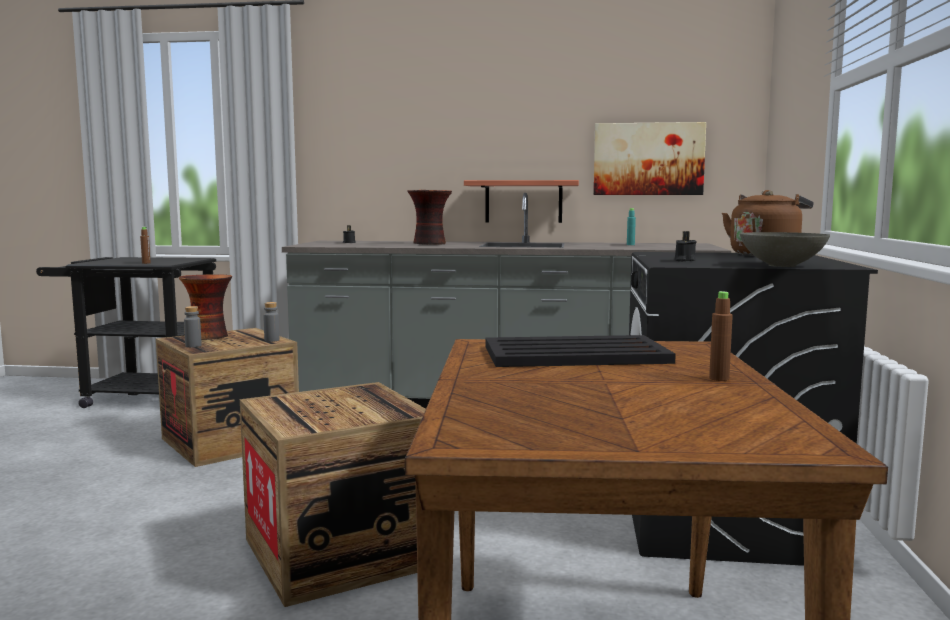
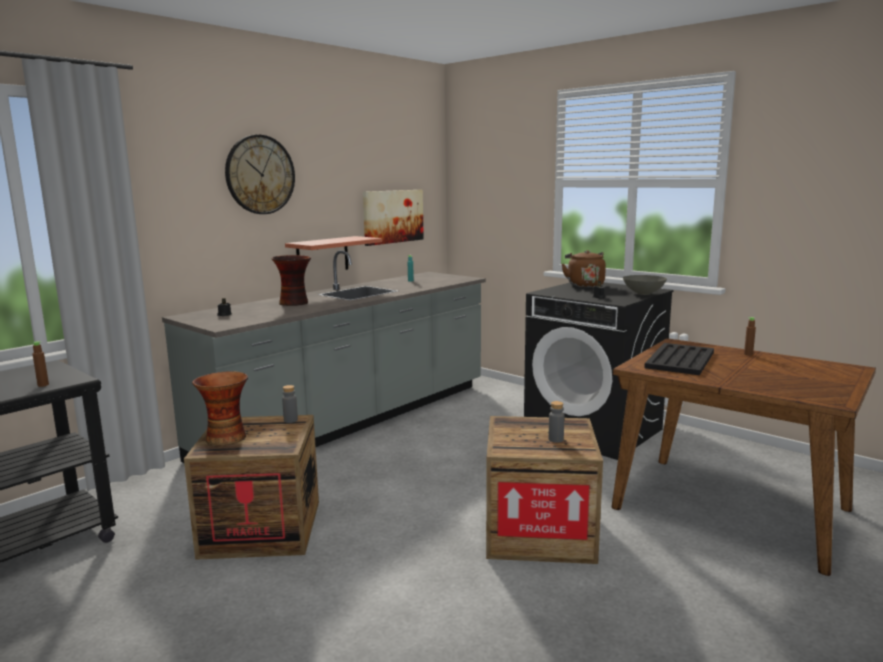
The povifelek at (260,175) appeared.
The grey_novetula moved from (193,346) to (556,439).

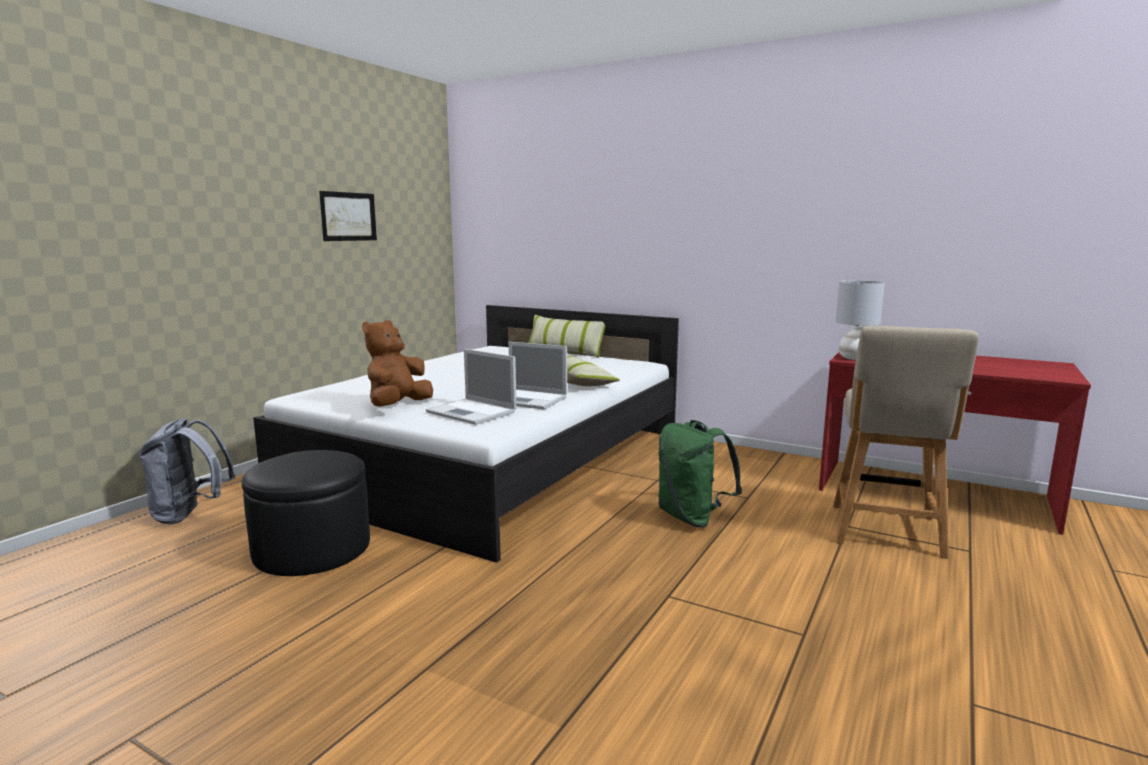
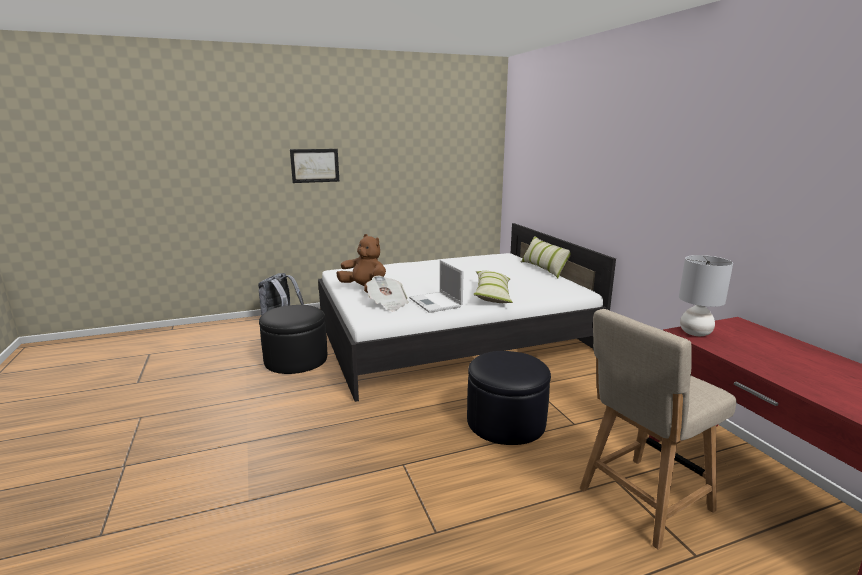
The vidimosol moved from (348,216) to (315,165).
The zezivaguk at (472,412) was replaced by the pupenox at (387,304).
The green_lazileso at (692,518) was replaced by the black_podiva at (506,422).
The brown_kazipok at (397,406) turned 60 degrees clockwise.

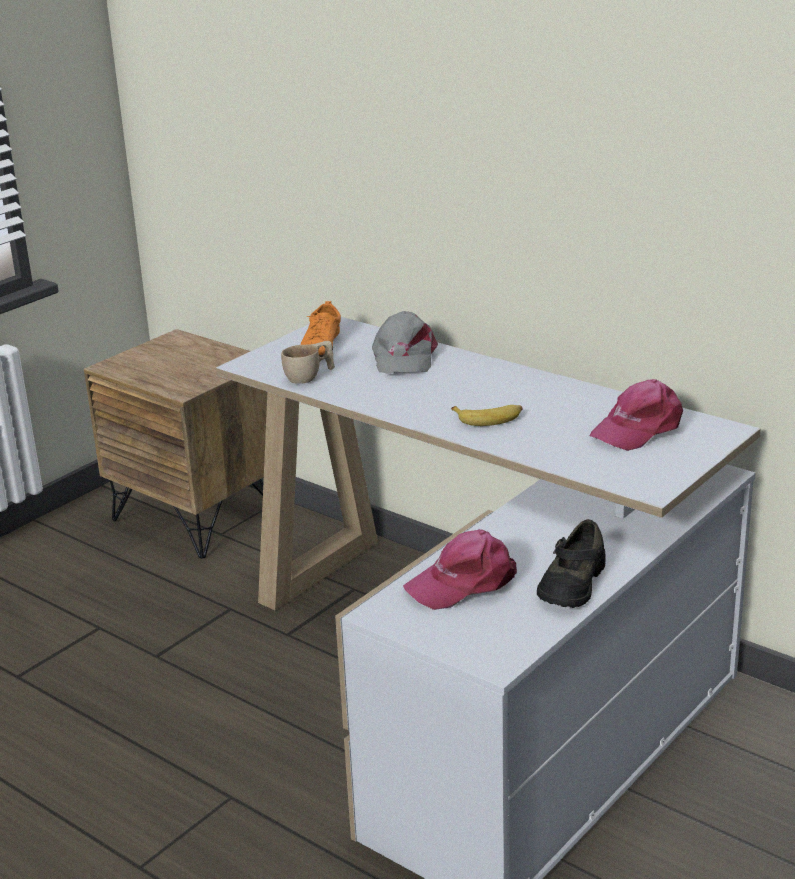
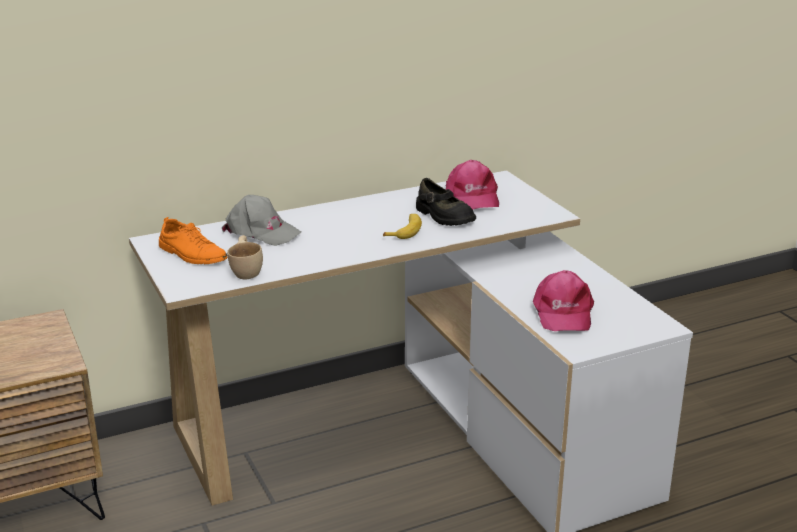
The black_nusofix moved from (571,583) to (443,216).

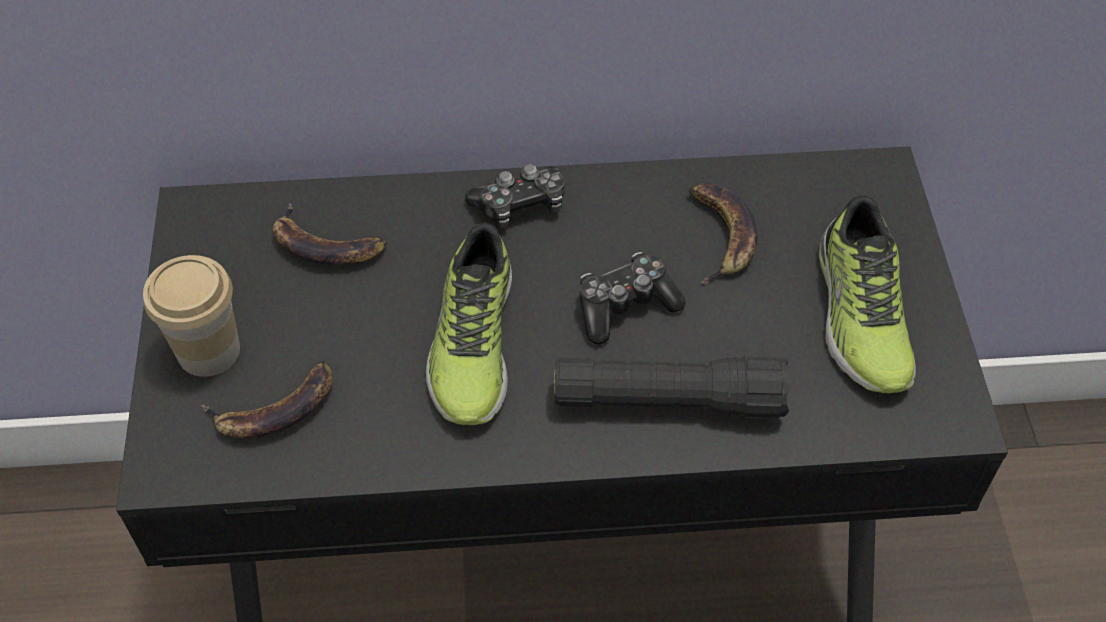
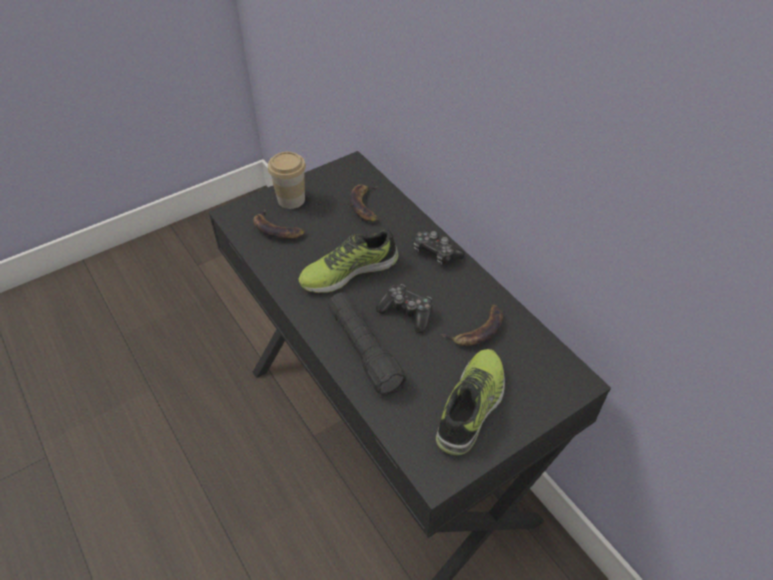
The nusofix at (859,315) turned 150 degrees clockwise.

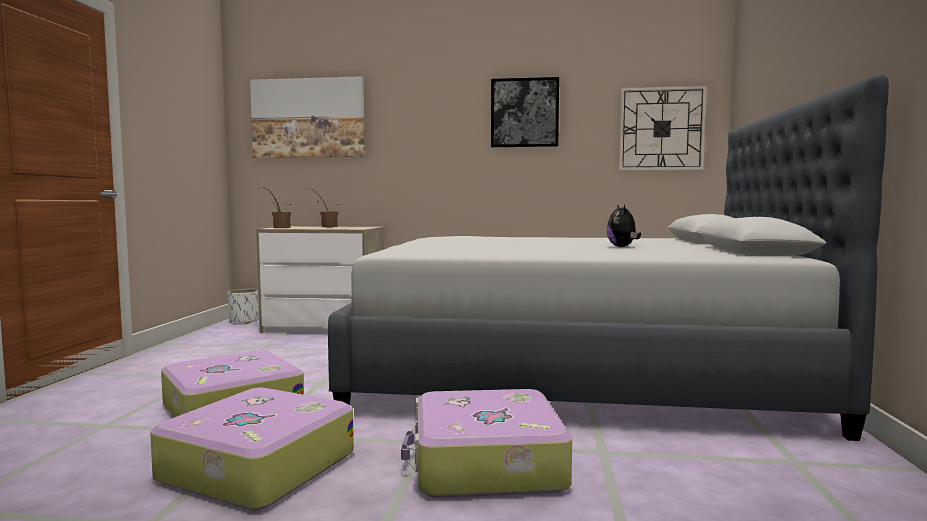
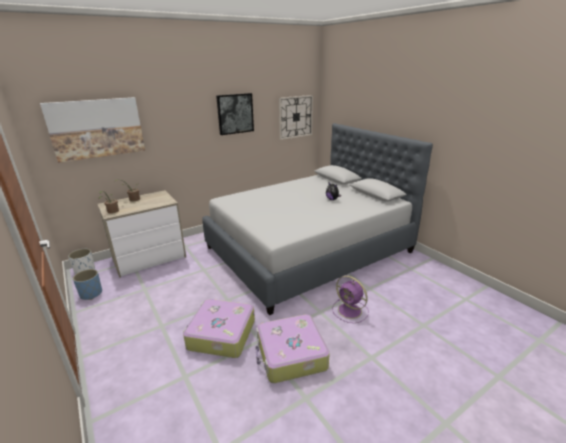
The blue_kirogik at (91,294) appeared.
The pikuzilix at (485,464) was replaced by the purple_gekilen at (350,311).

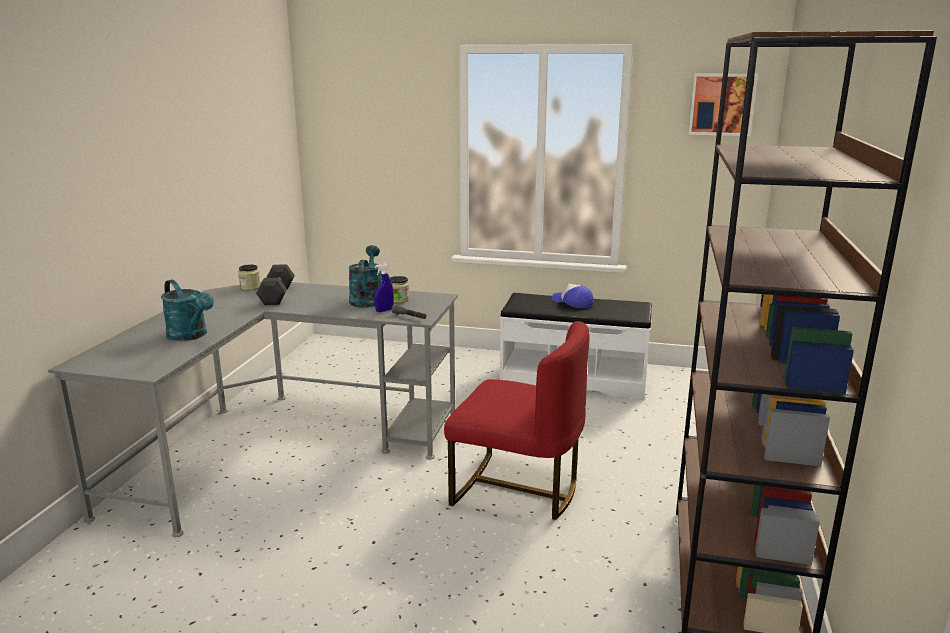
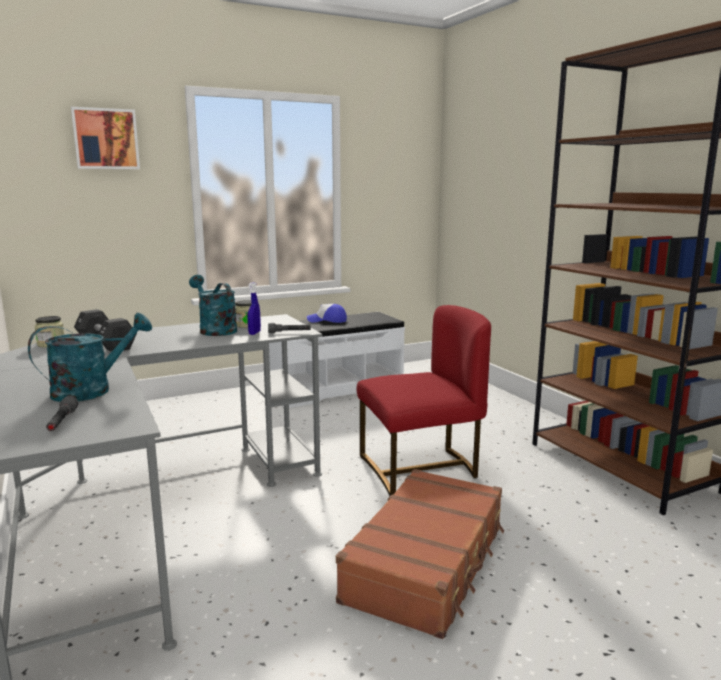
The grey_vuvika at (62,422) appeared.
The brown_pikuzilix at (427,563) appeared.
The vidimosol moved from (721,104) to (106,139).
The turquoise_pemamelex at (191,336) turned 45 degrees counterclockwise.

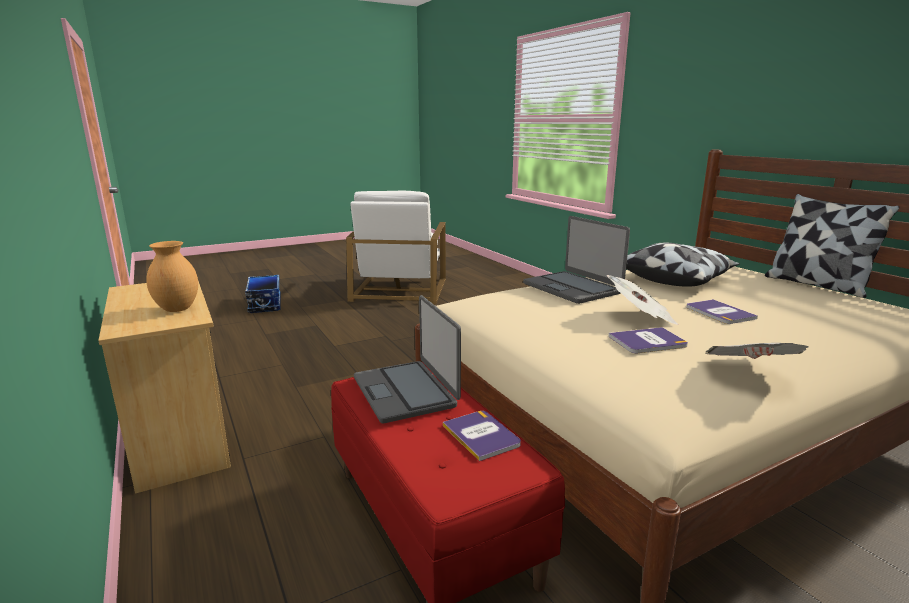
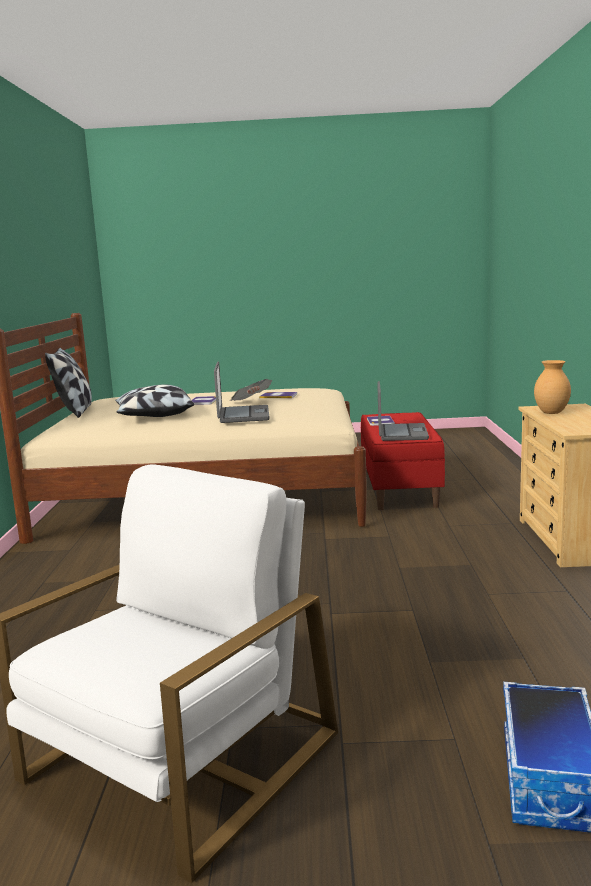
The pupenox at (748,372) disappeared.

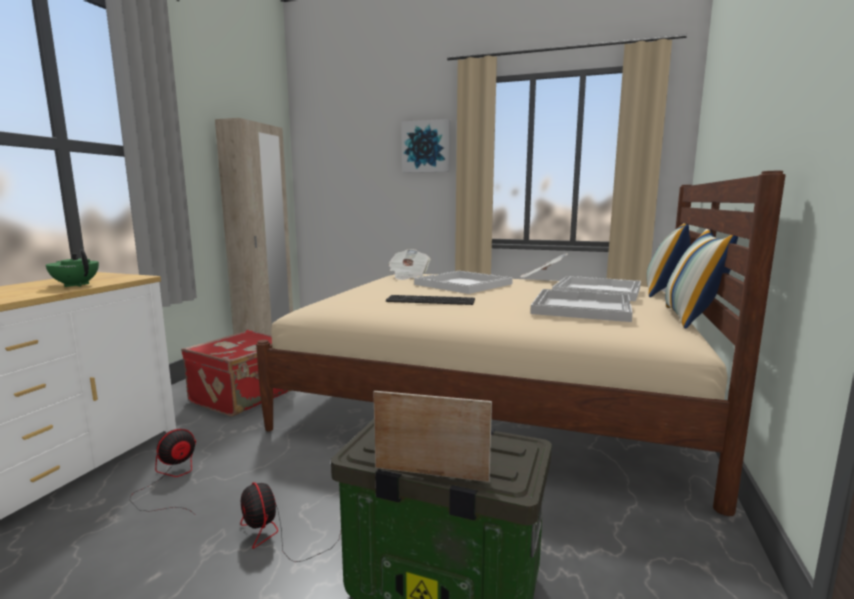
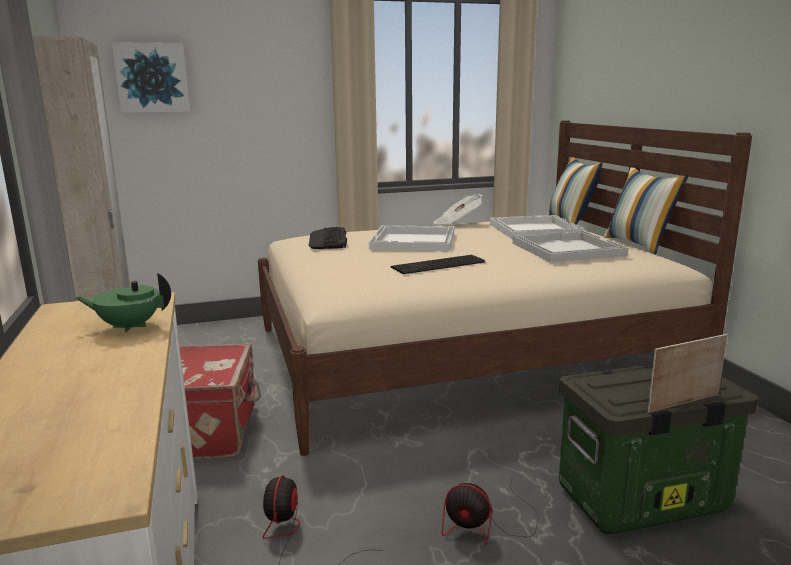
The vidimosol moved from (426,146) to (152,78).
The pupenox at (408,276) was replaced by the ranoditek at (328,240).

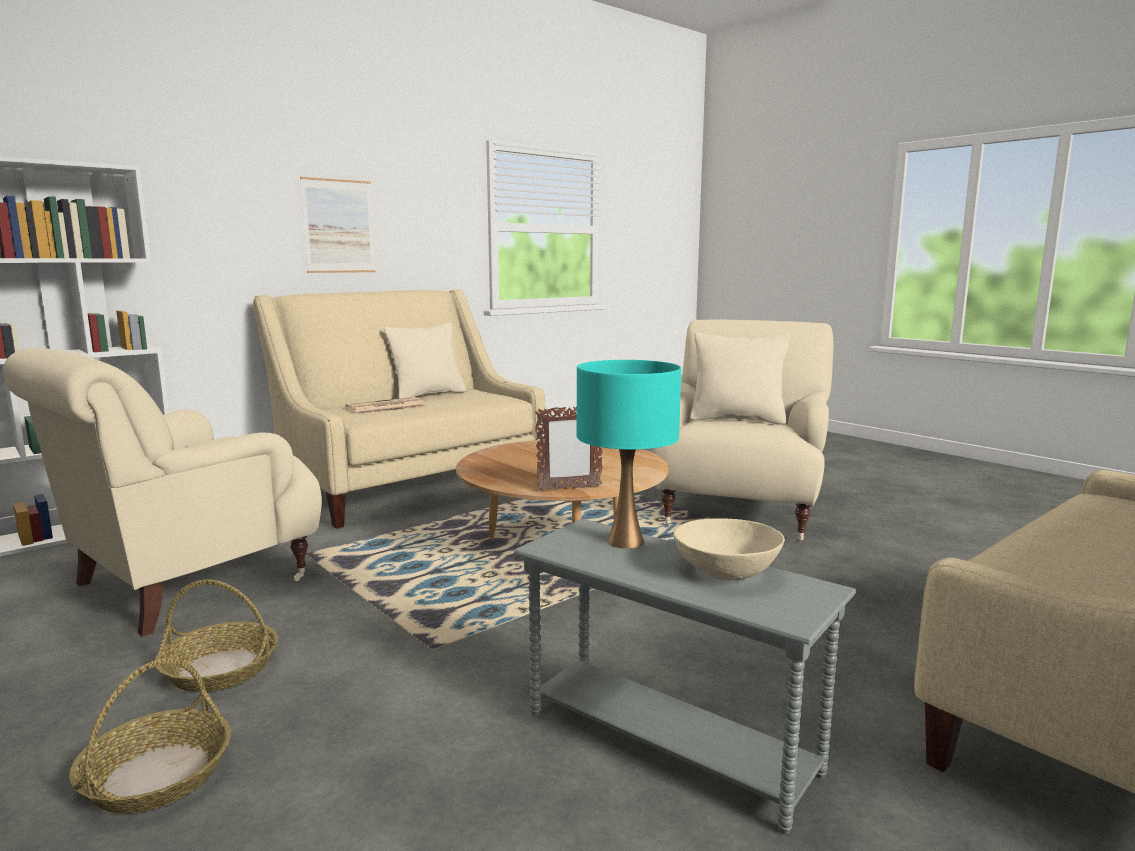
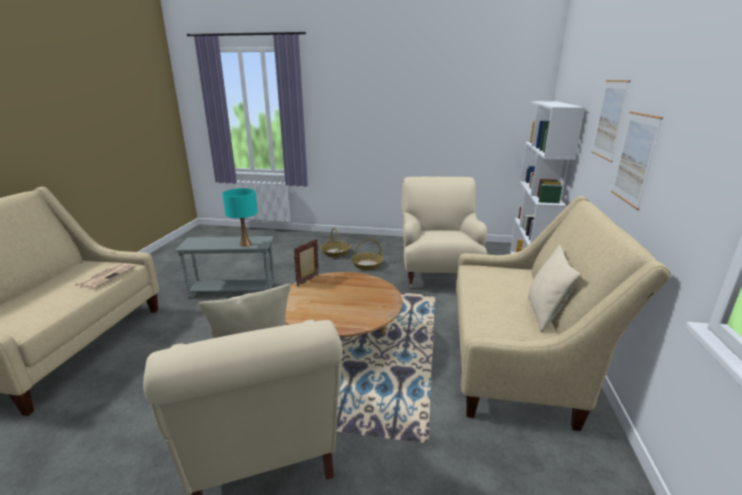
The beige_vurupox at (728,571) disappeared.
The vidimosol at (609,119) appeared.
The pupenox moved from (385,407) to (107,276).

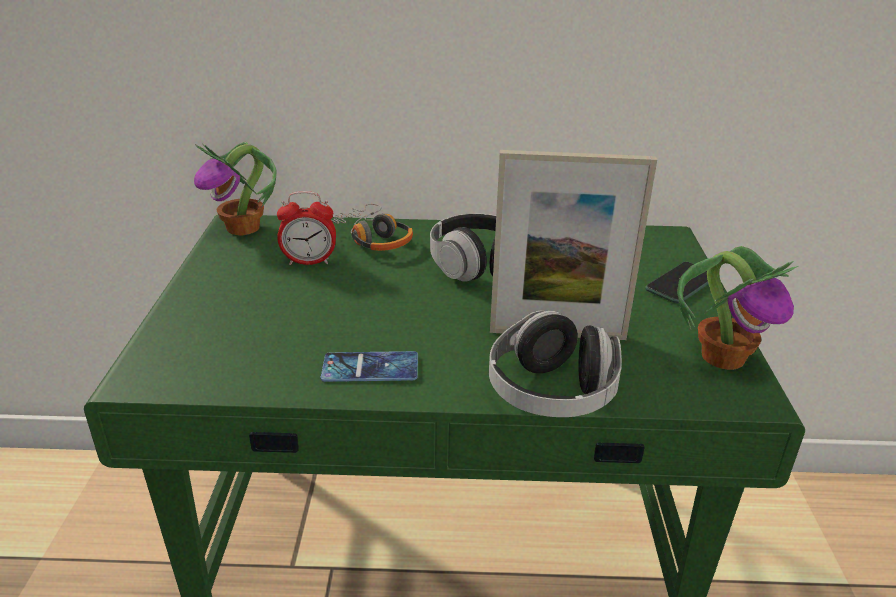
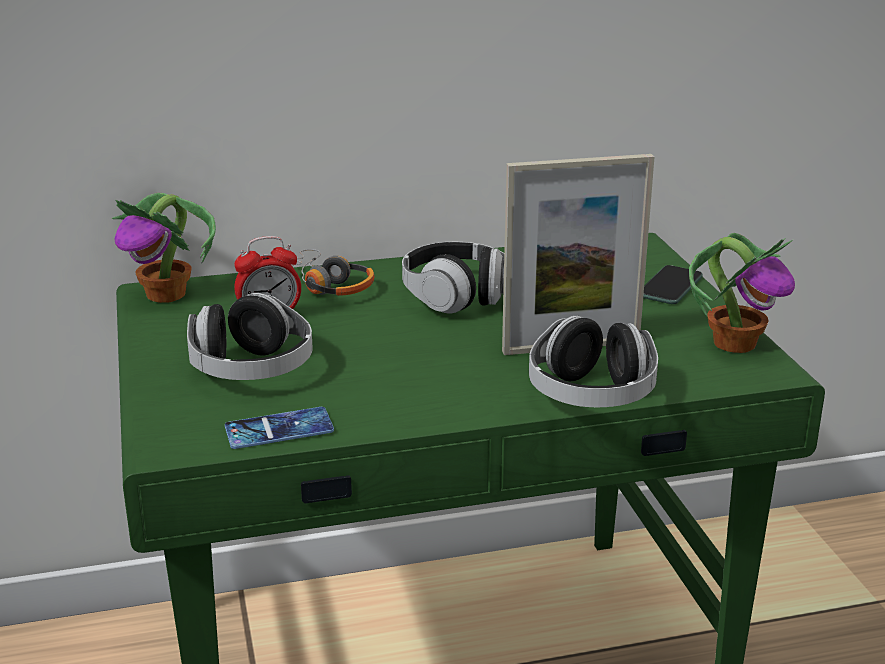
The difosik at (252,370) appeared.
The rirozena moved from (370,367) to (279,429).

